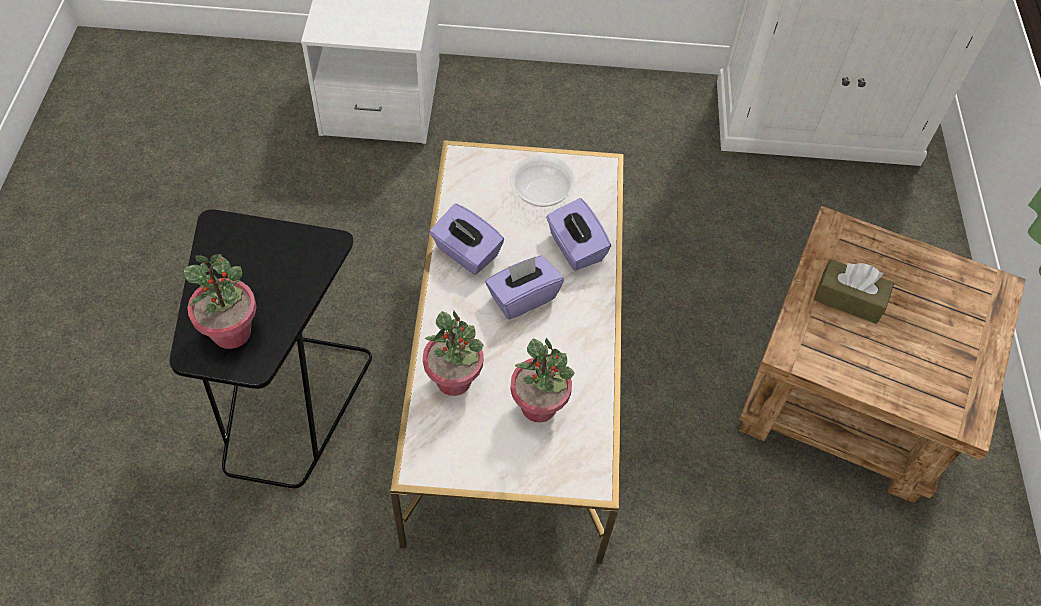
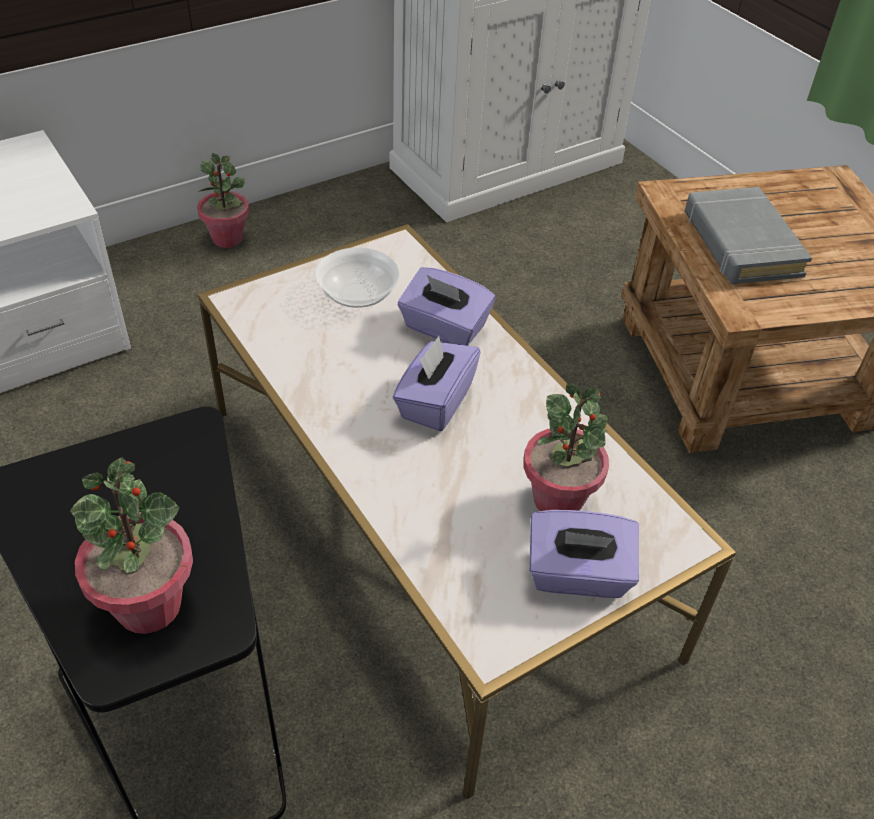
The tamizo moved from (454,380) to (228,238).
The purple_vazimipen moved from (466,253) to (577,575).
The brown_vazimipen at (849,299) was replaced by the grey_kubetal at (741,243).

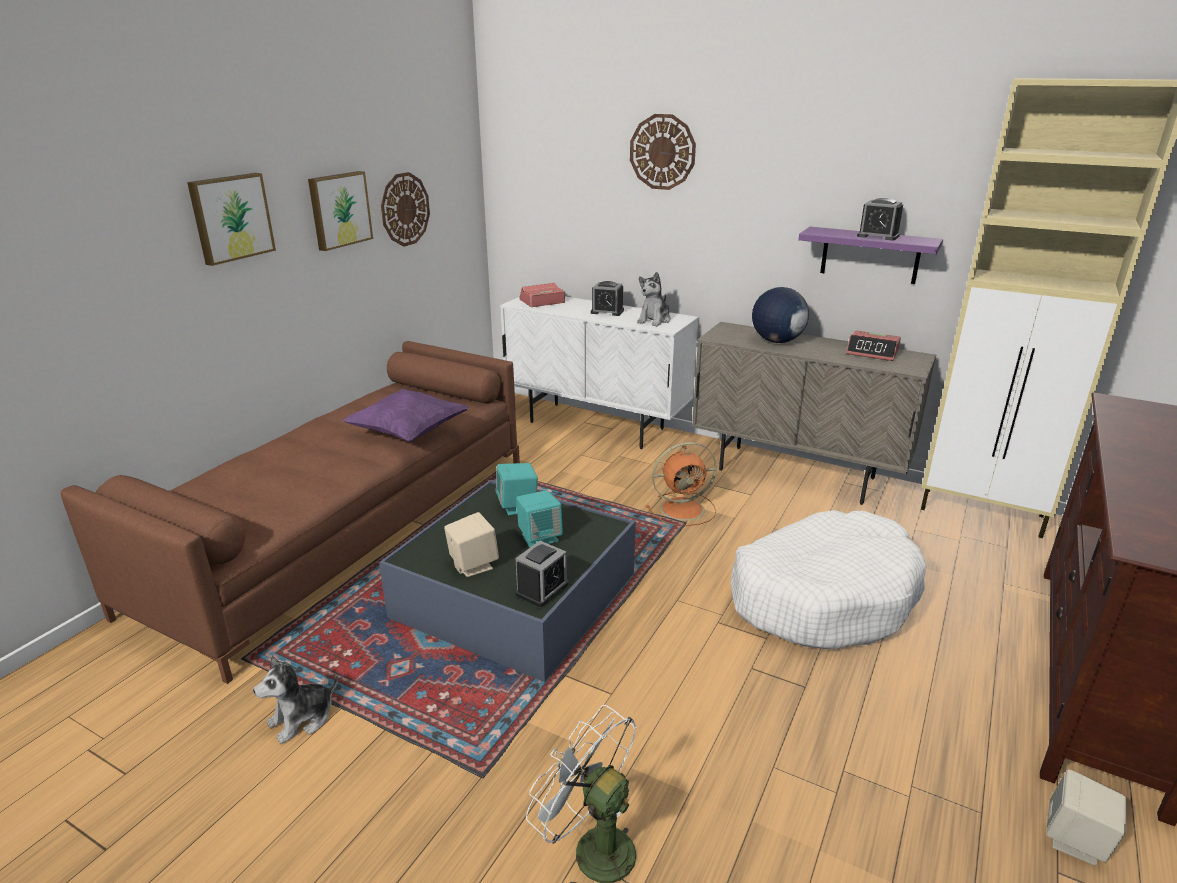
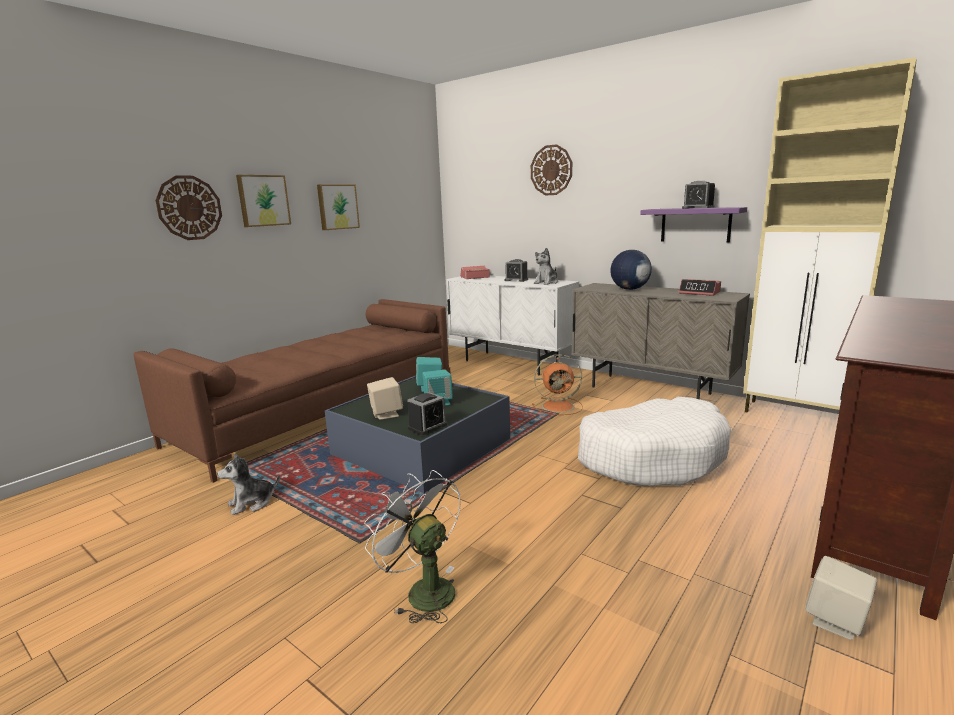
The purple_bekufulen at (408,433) disappeared.
The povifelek moved from (405,209) to (189,208).

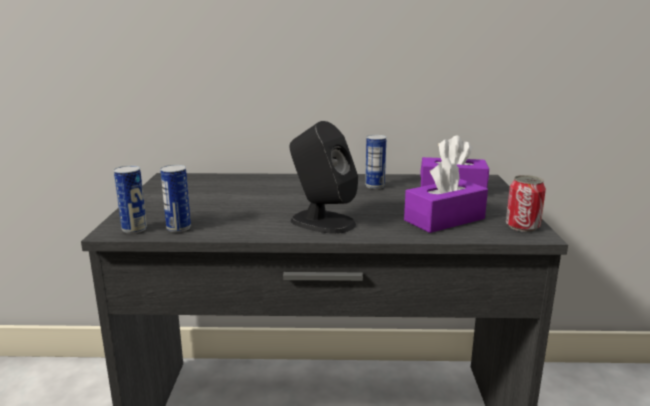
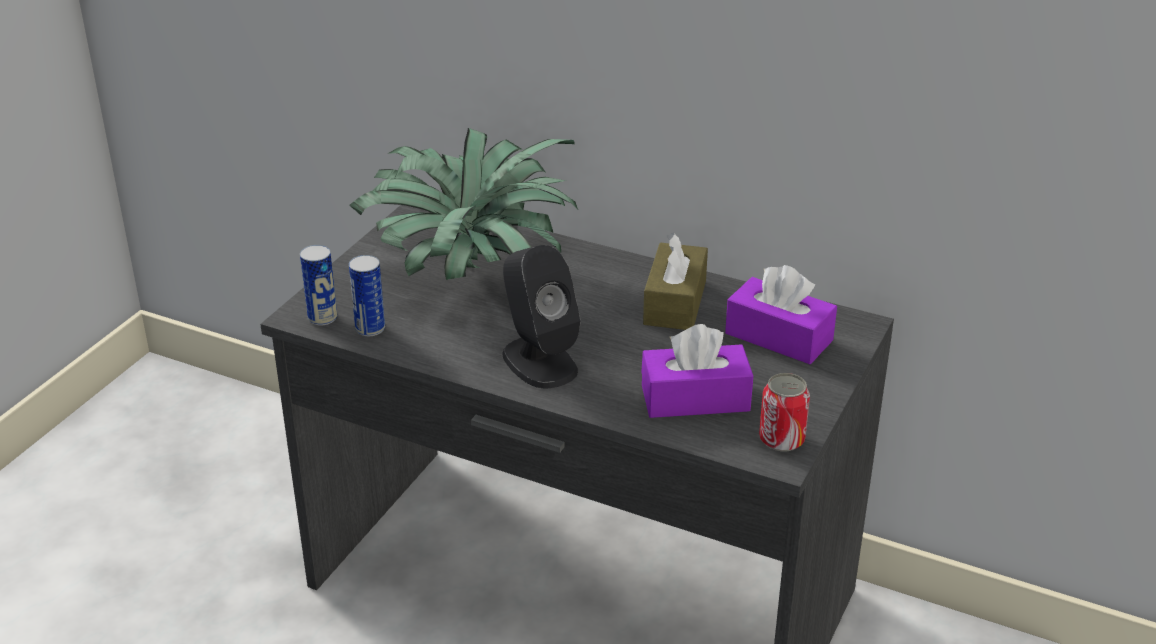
The tamizo at (474,274) appeared.
The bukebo at (374,186) was replaced by the brown_vazimipen at (675,302).

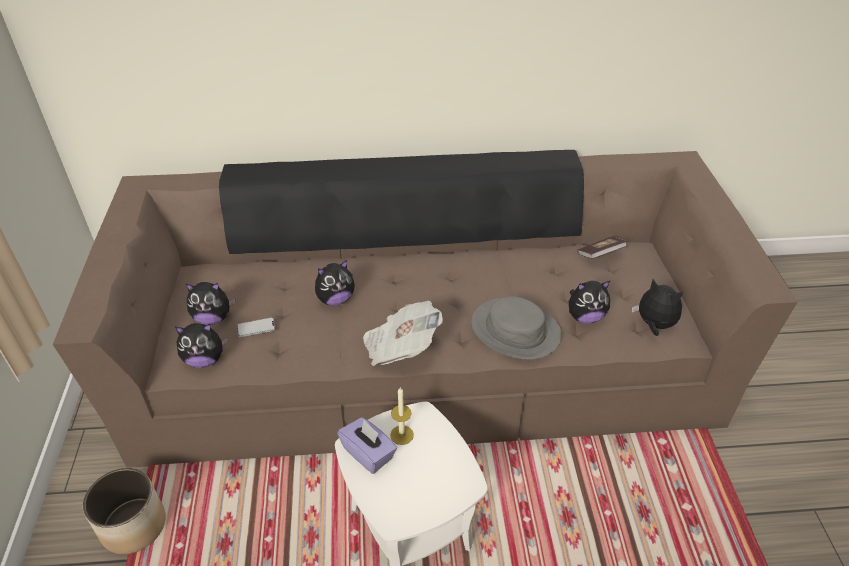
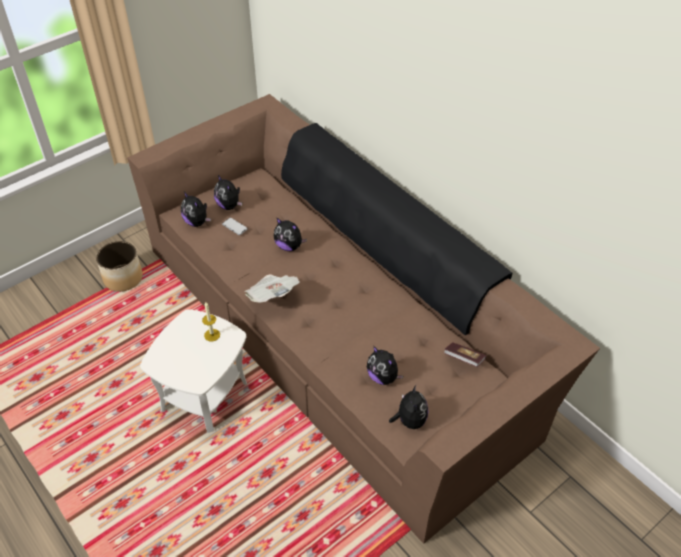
The purple_vazimipen at (368,453) disappeared.
The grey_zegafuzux at (515,329) disappeared.

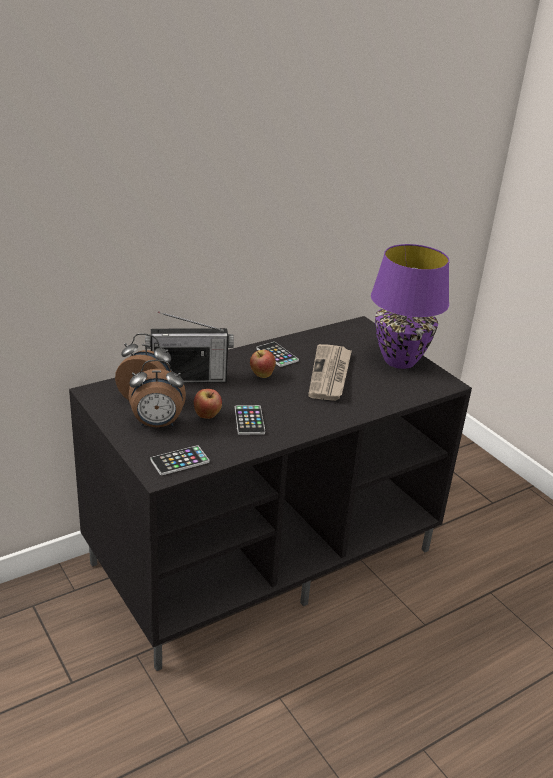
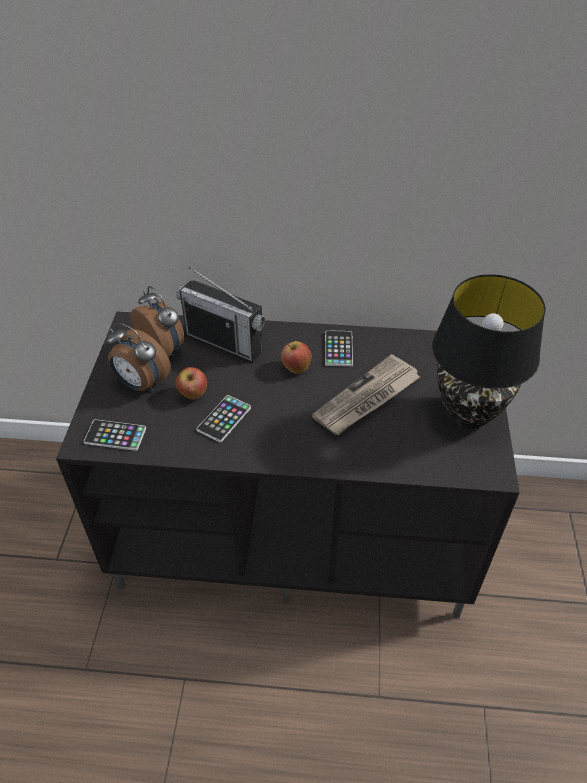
The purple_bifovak at (400,361) became the black_bifovak at (467,415).

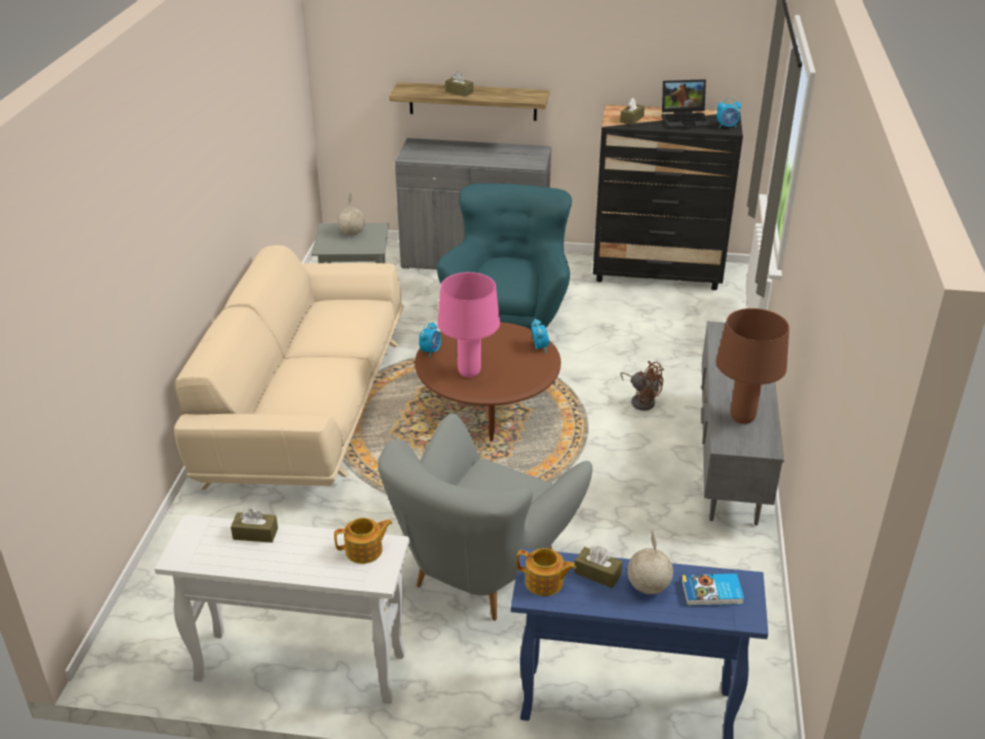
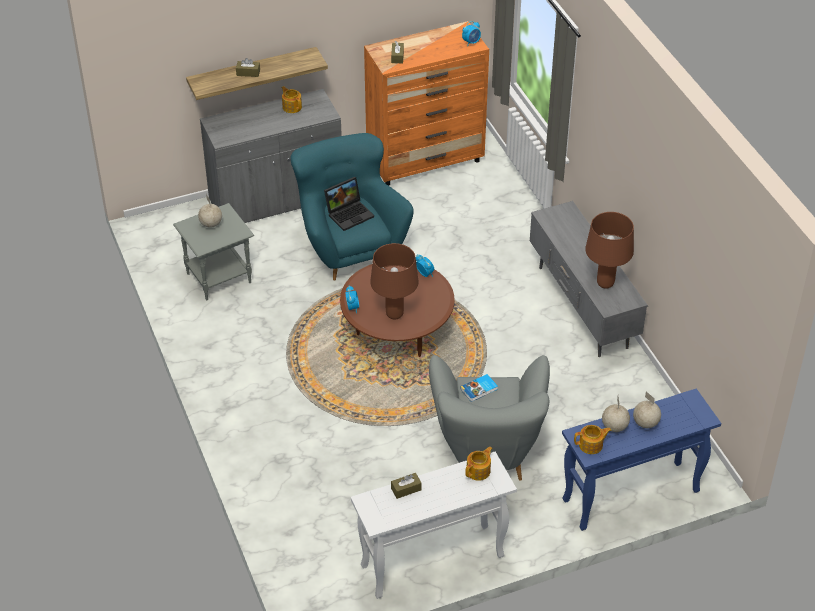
The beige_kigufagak at (305,408) disappeared.
The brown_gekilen at (641,400) disappeared.
The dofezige at (292,107) appeared.
The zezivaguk moved from (686,120) to (349,213).
The kubetal moved from (712,593) to (479,389).
The brown_vazimipen at (597,573) was replaced by the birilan at (614,427).
The pink_bifovak at (468,373) became the brown_bifovak at (394,315).
The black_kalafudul at (657,273) became the orange_kalafudul at (426,161).

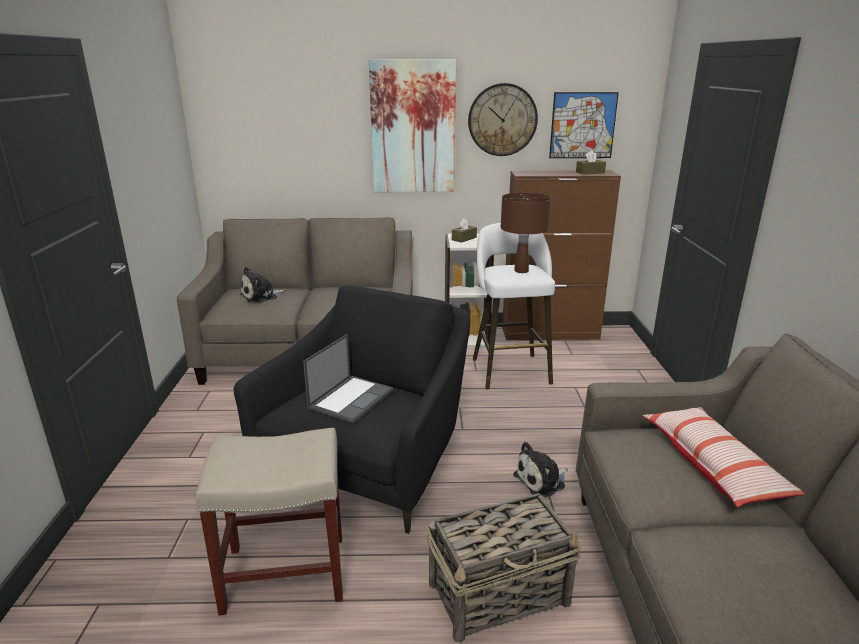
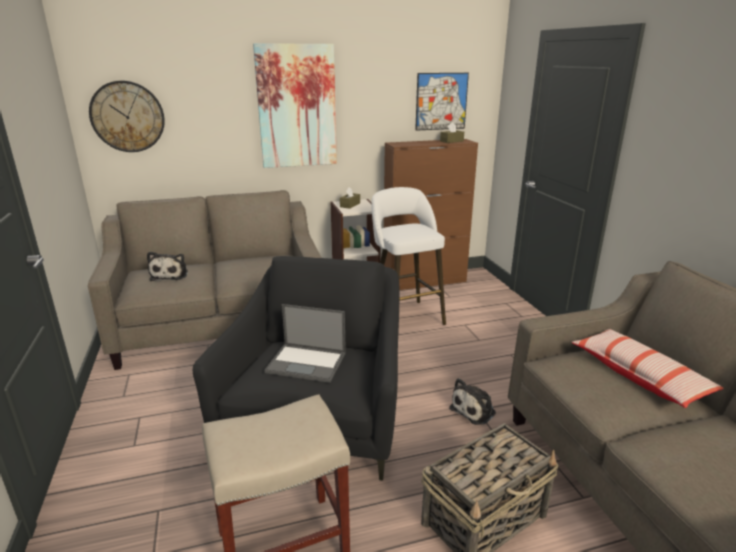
The brown_bifovak at (521,271) disappeared.
The povifelek moved from (502,120) to (127,117).
The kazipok at (261,296) turned 45 degrees counterclockwise.
The zezivaguk at (351,398) turned 90 degrees clockwise.

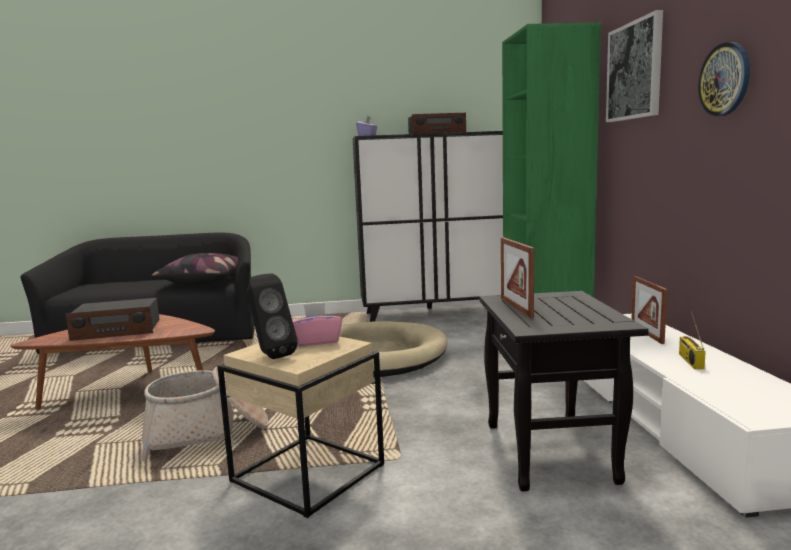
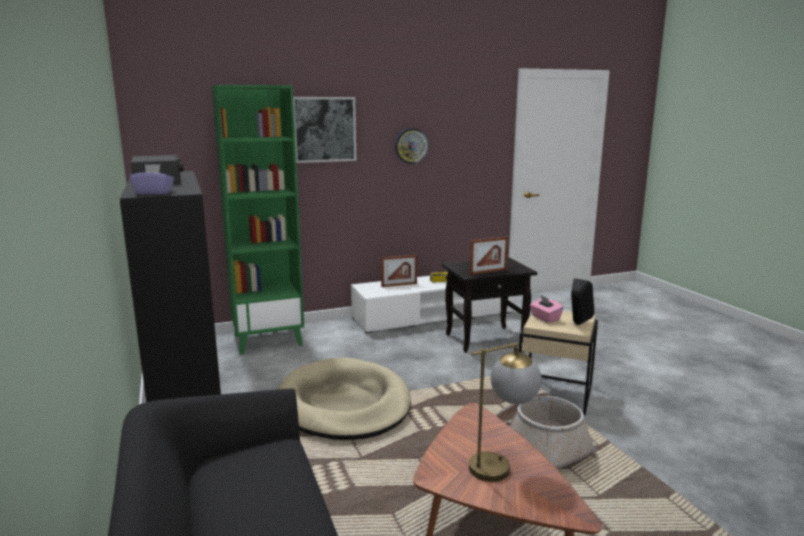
The bekufulen at (203,281) disappeared.
The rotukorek at (117,330) was replaced by the bifovak at (501,465).

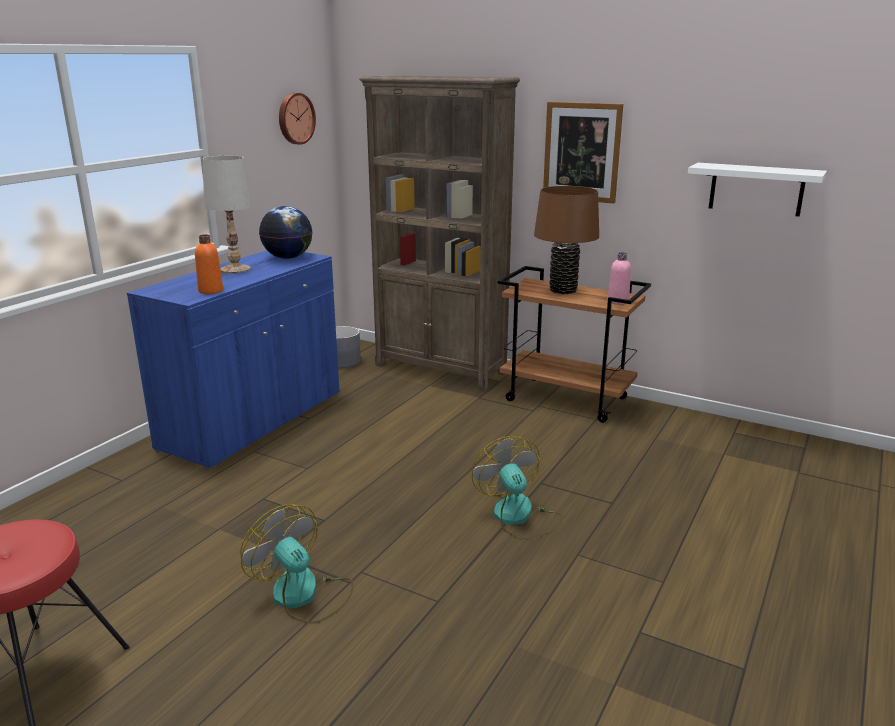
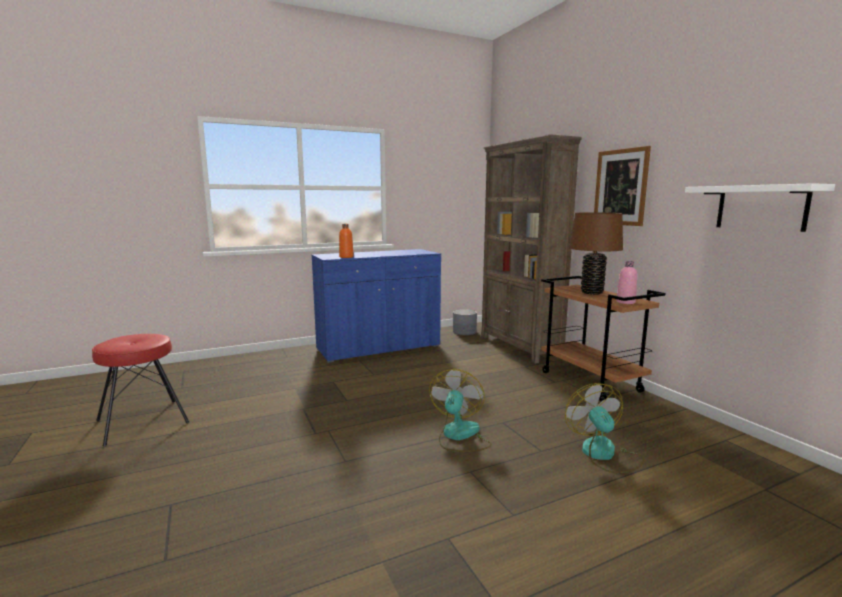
The white_bifovak at (235,269) disappeared.
The birilan at (288,257) disappeared.
The povifelek at (295,118) disappeared.
The gekilen moved from (304,595) to (604,454).

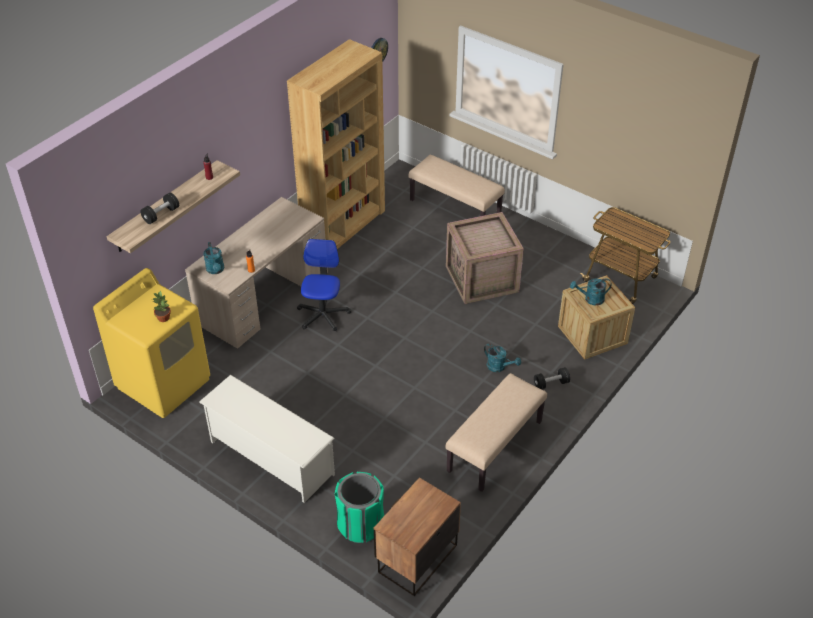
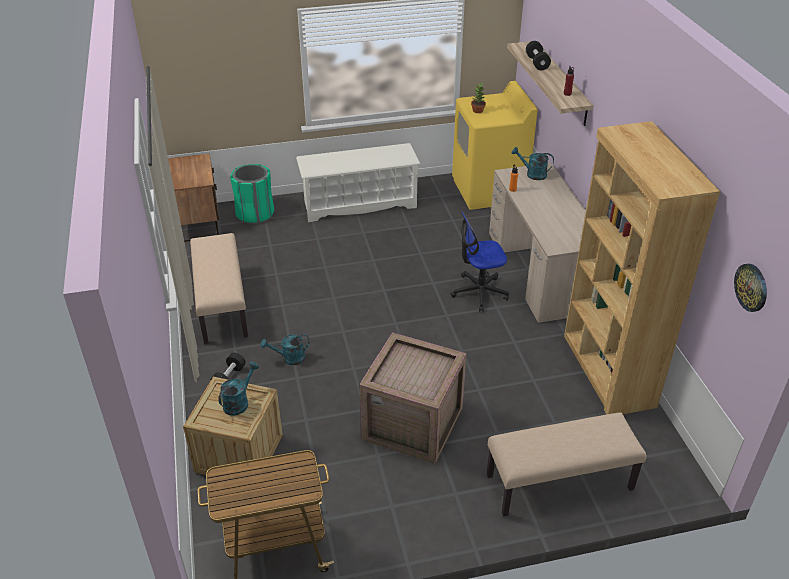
The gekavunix at (323,315) turned 120 degrees clockwise.

